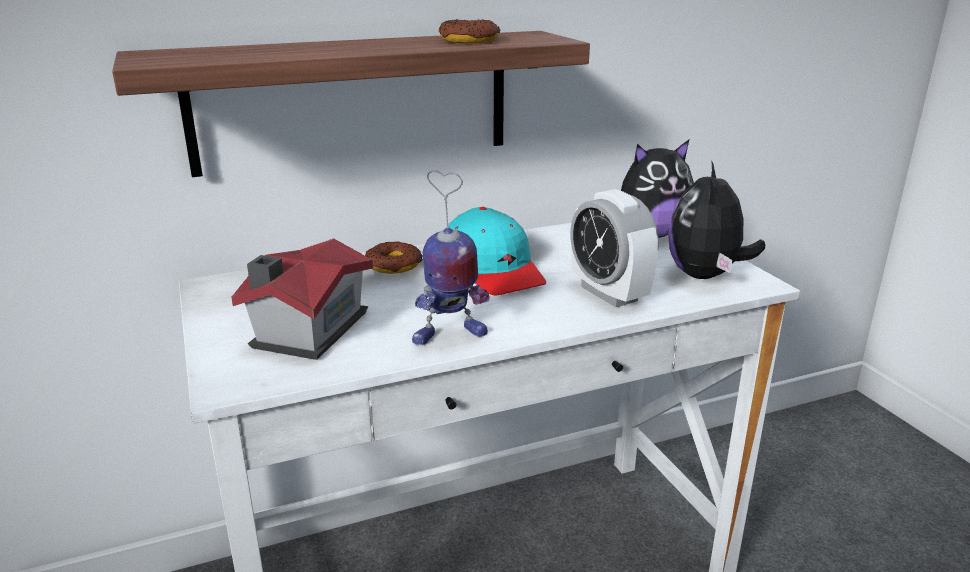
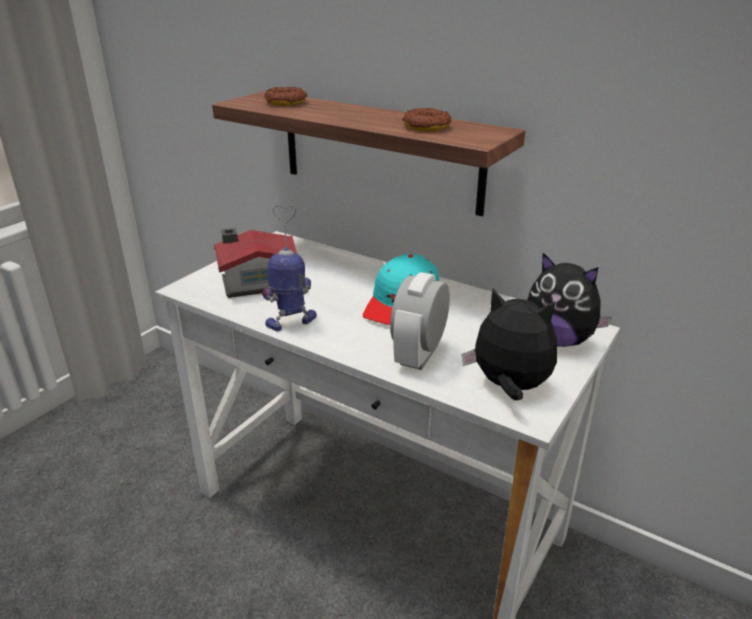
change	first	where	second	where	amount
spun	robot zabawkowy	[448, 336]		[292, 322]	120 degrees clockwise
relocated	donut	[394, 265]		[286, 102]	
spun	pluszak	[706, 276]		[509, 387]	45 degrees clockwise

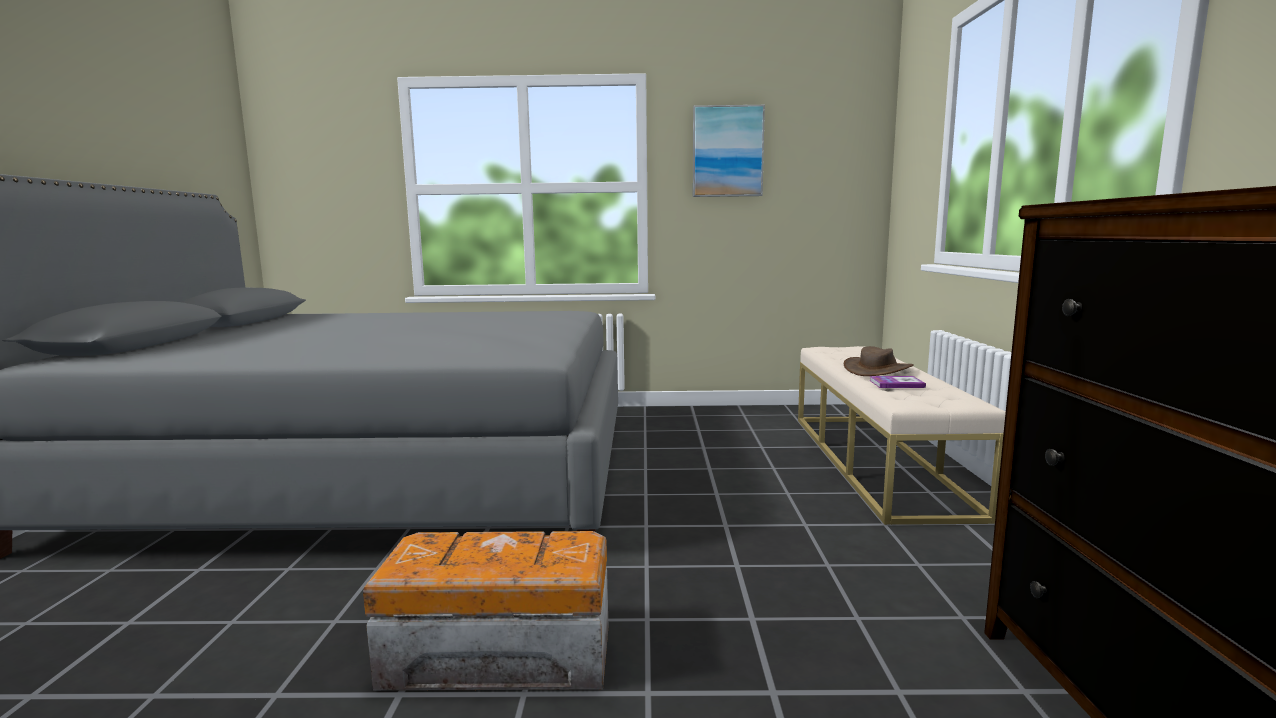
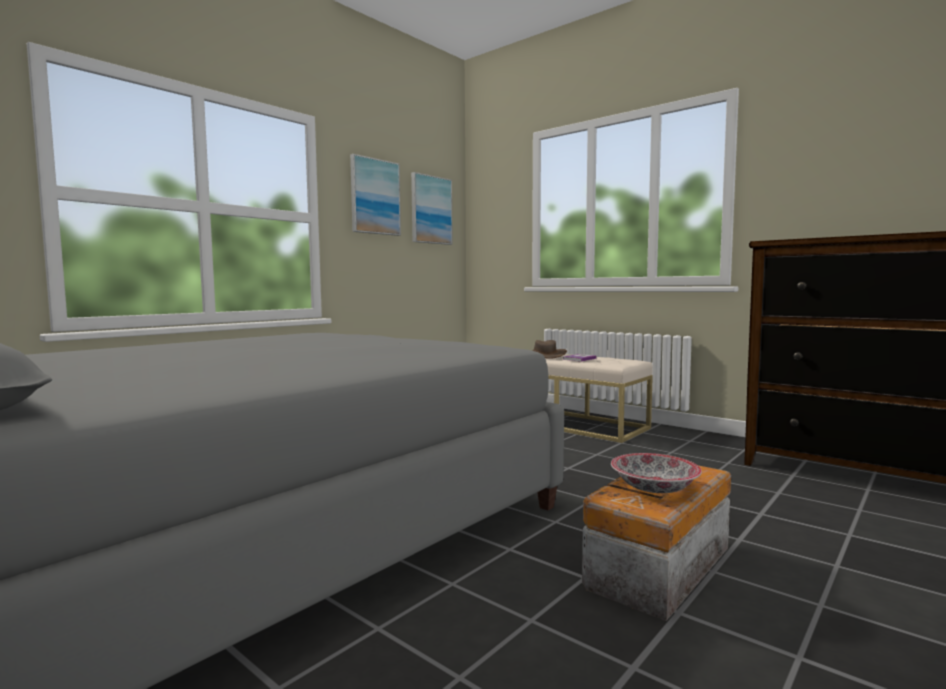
change	first	where	second	where	amount
appeared			obraz	[431, 210]	
appeared			miska	[654, 488]	

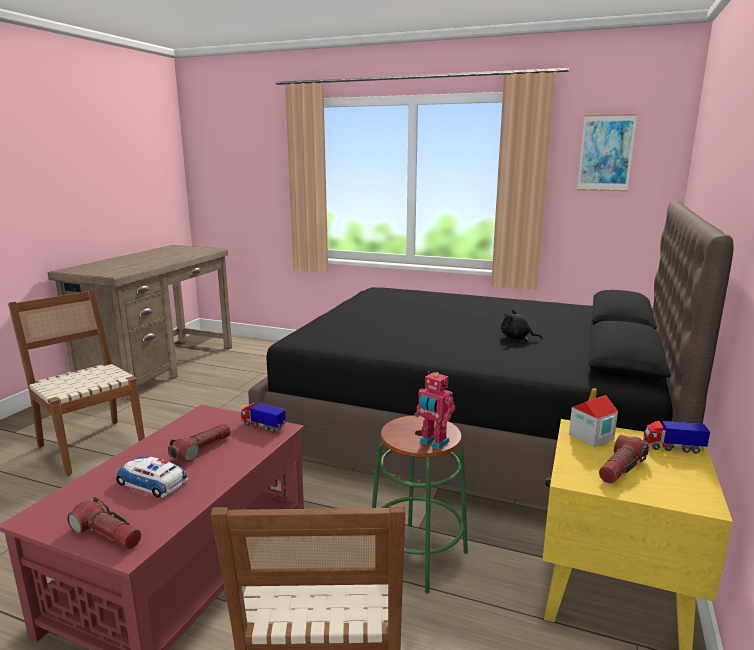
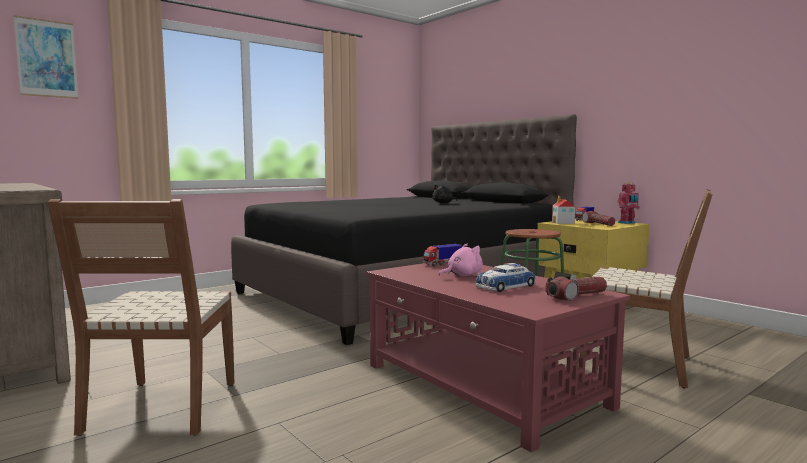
change	first	where	second	where	amount
relocated	obraz	[606, 153]		[47, 58]	
spun	krzesło	[91, 445]		[160, 411]	75 degrees counterclockwise
exchanged	latarka	[201, 449]	pluszak/różowy	[462, 275]	
relocated	robot zabawkowy	[433, 442]		[627, 223]	

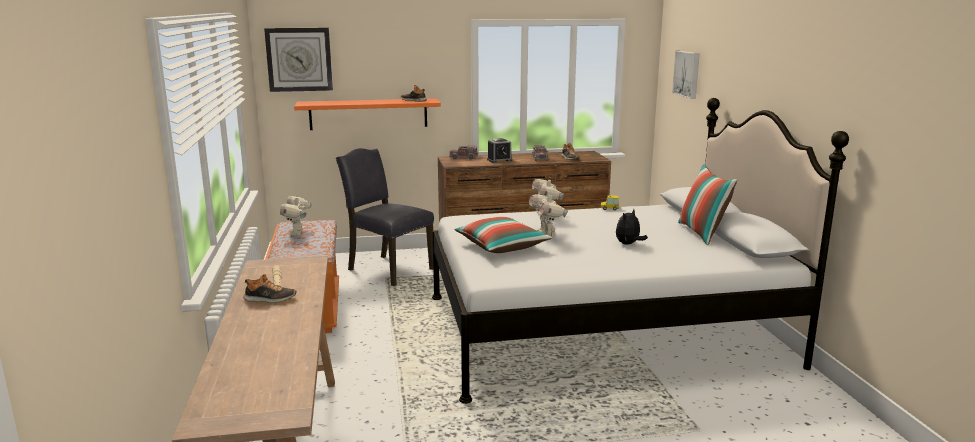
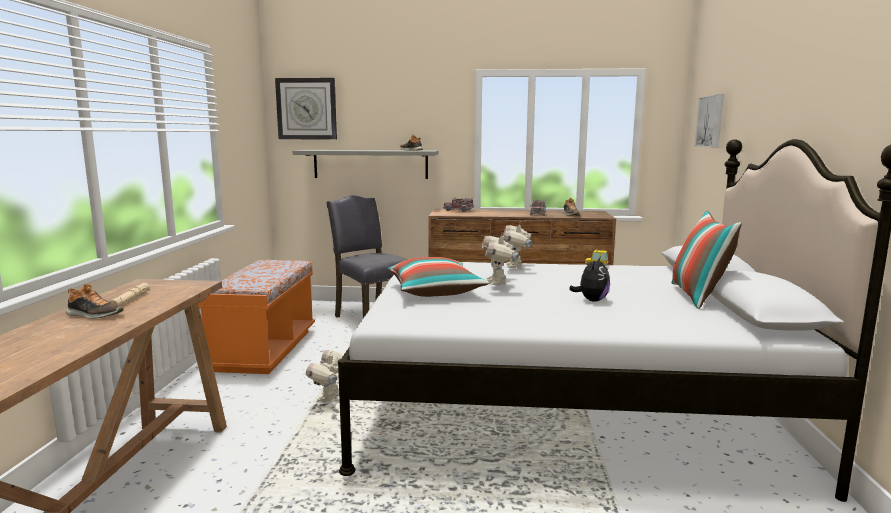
change	first	where	second	where	amount
colour	półka/pomarańczowy	[368, 114]	półka/szary	[370, 164]	
relocated	robot zabawkowy	[297, 233]		[330, 397]	
spun	pluszak	[628, 244]		[591, 300]	150 degrees clockwise
missing	budzik	[499, 160]			

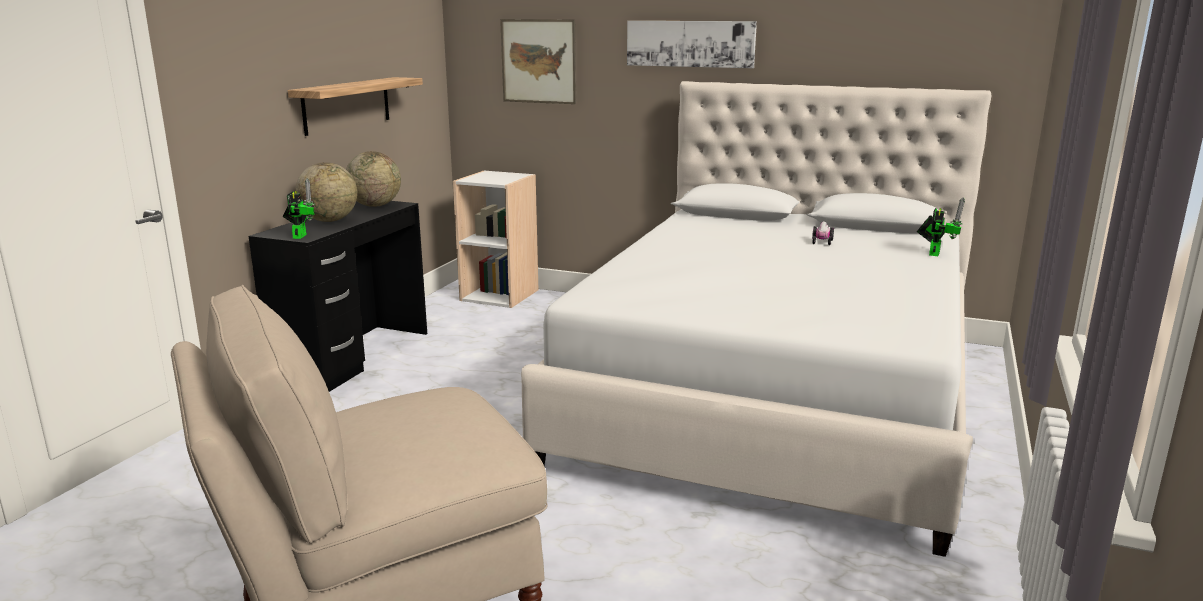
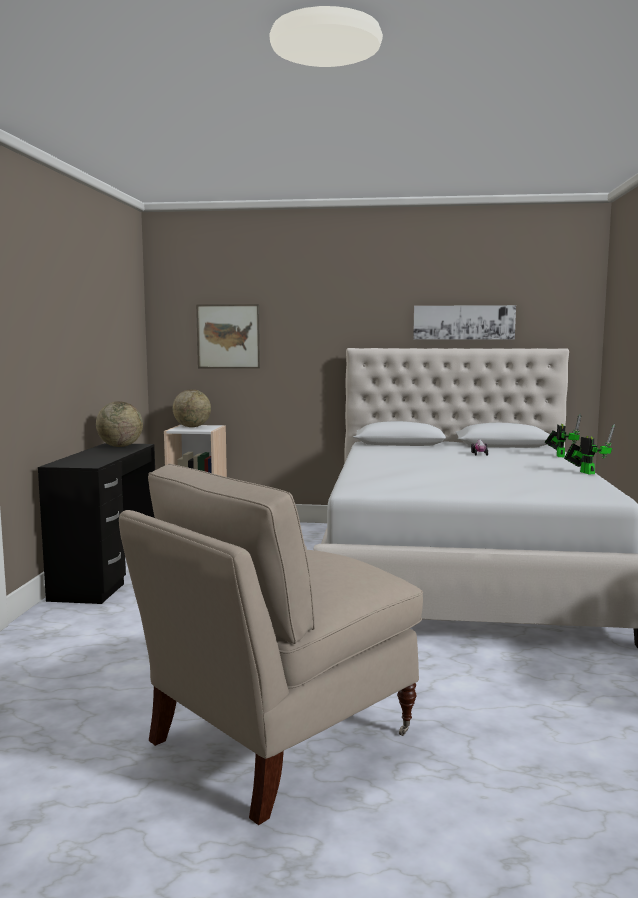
change	first	where	second	where	amount
relocated	globus	[329, 220]		[192, 427]	
relocated	obraz	[690, 43]		[463, 322]	
relocated	robot zabawkowy	[300, 235]		[585, 472]	
missing	półka	[347, 105]			

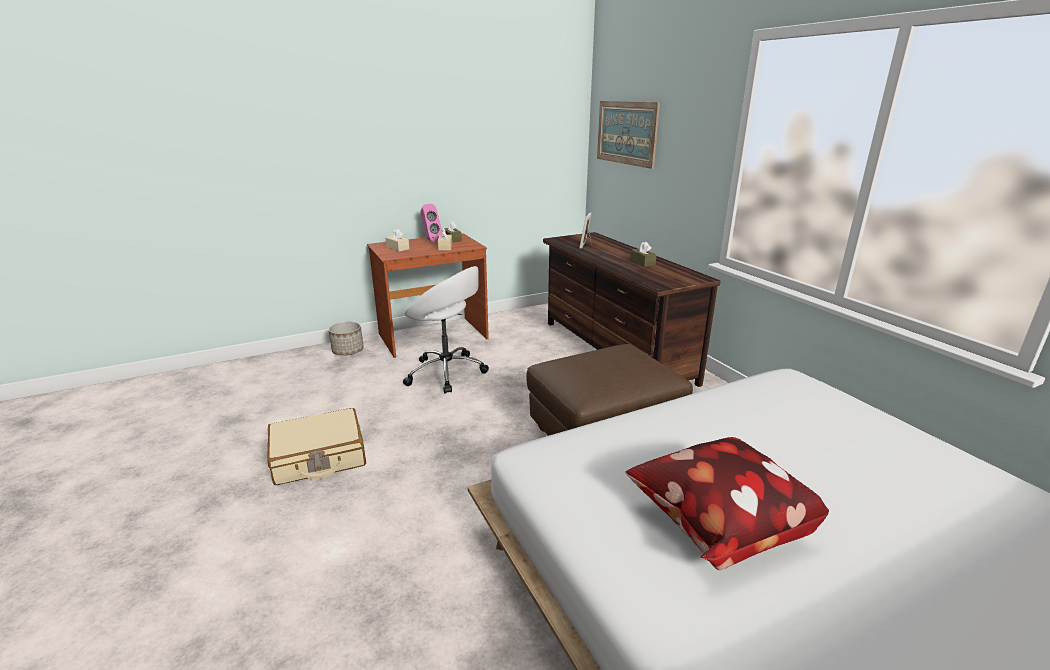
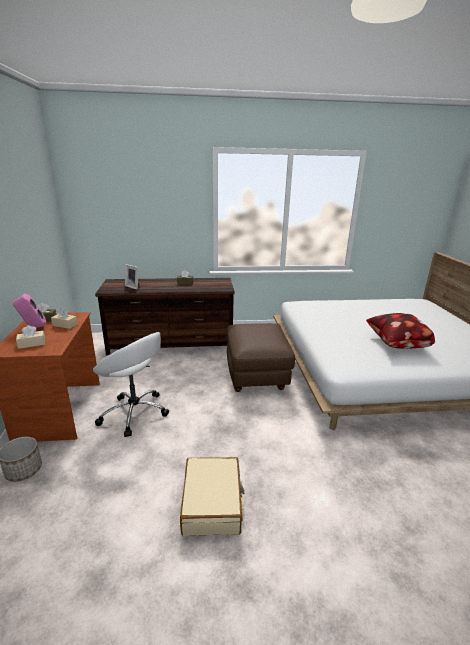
change	first	where	second	where	amount
spun	krzesło biurowe/biały	[447, 373]		[135, 414]	75 degrees clockwise
missing	obraz	[626, 133]			

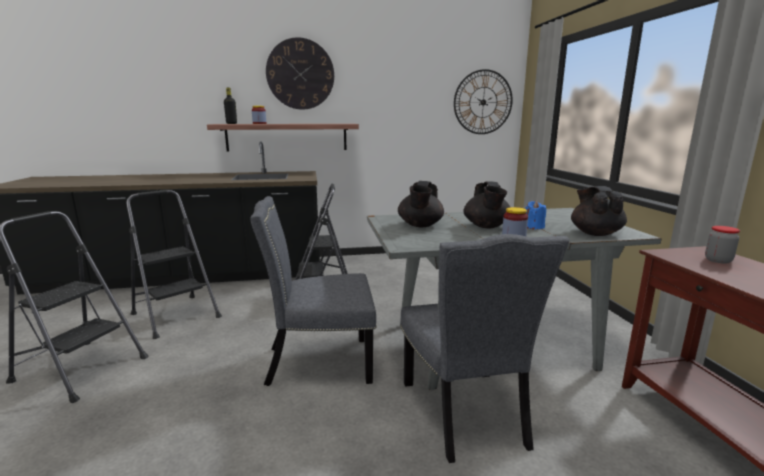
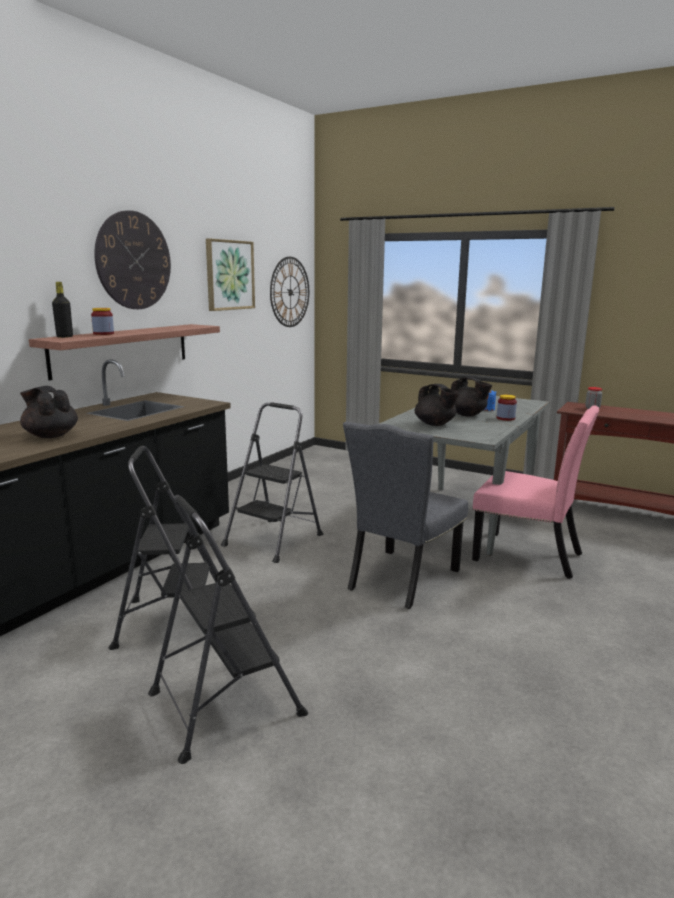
change	first	where	second	where	amount
relocated	imbryk/czarny	[595, 233]		[50, 435]	
appeared			obraz	[229, 275]	
colour	krzesło/szary	[464, 410]	krzesło/różowy	[525, 555]	

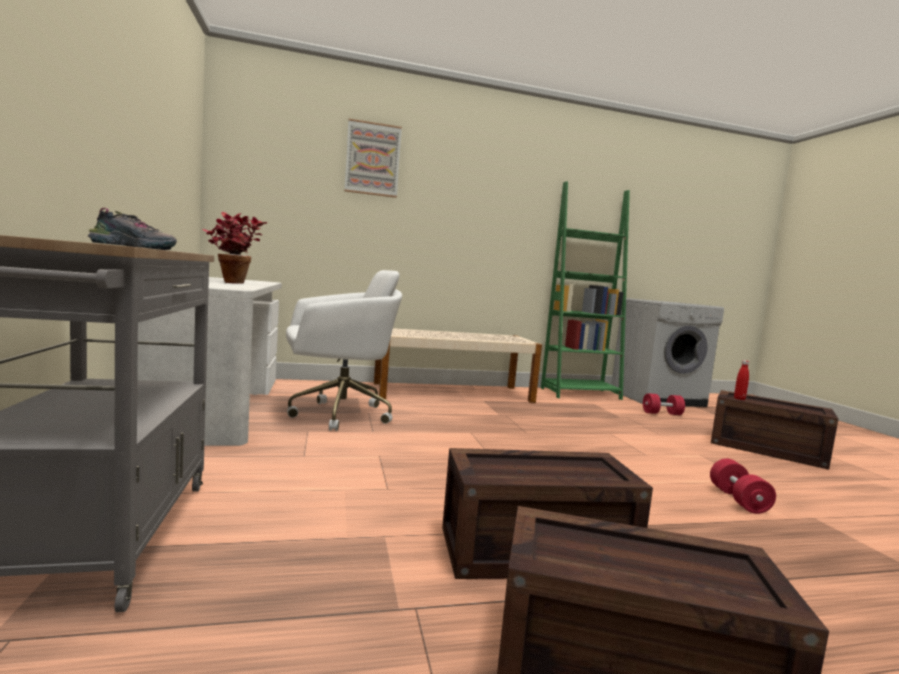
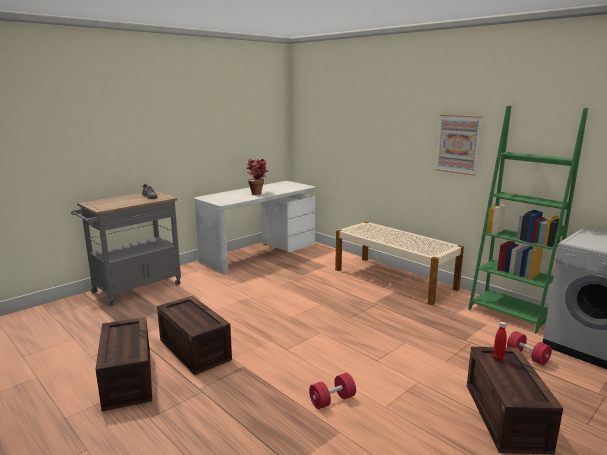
change	first	where	second	where	amount
relocated	obraz	[373, 159]		[458, 144]	
missing	krzesło biurowe/biały	[336, 415]			

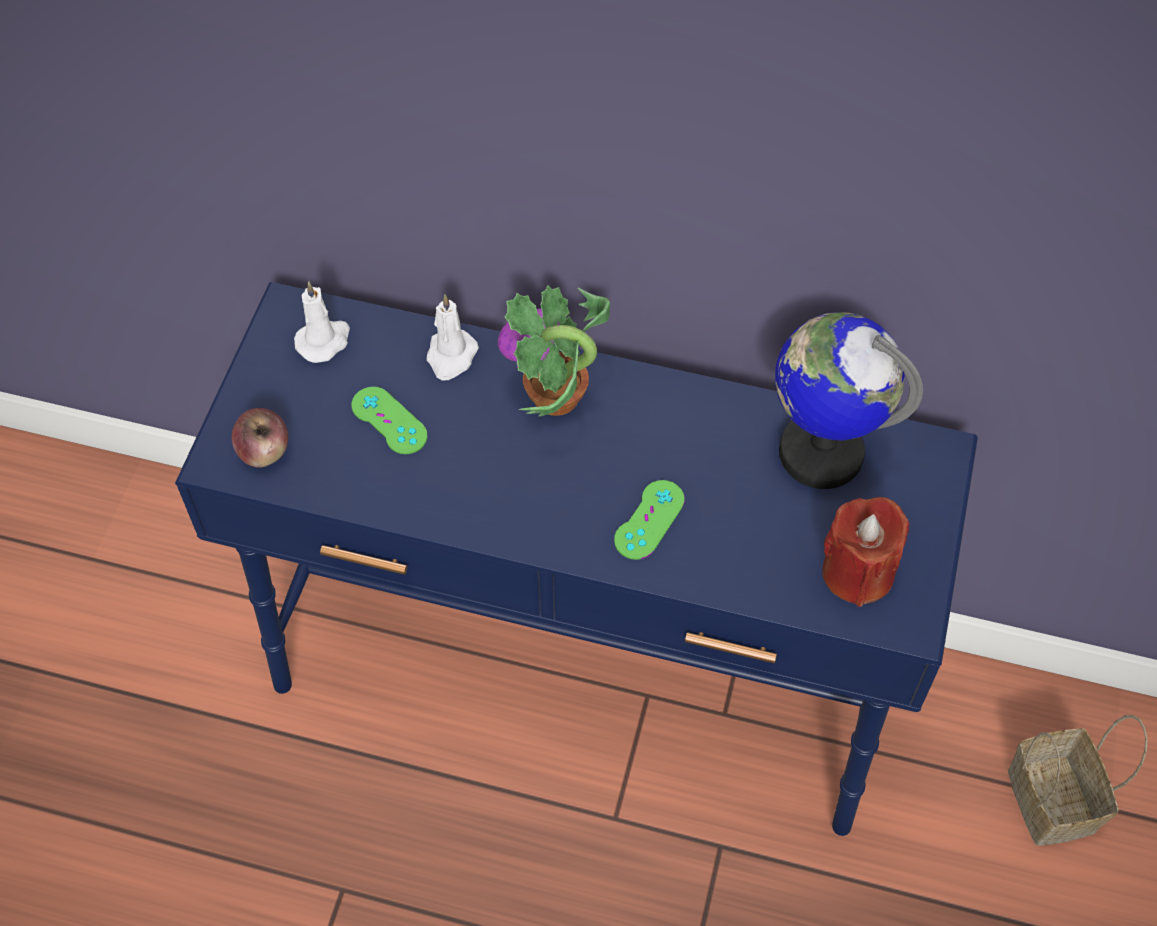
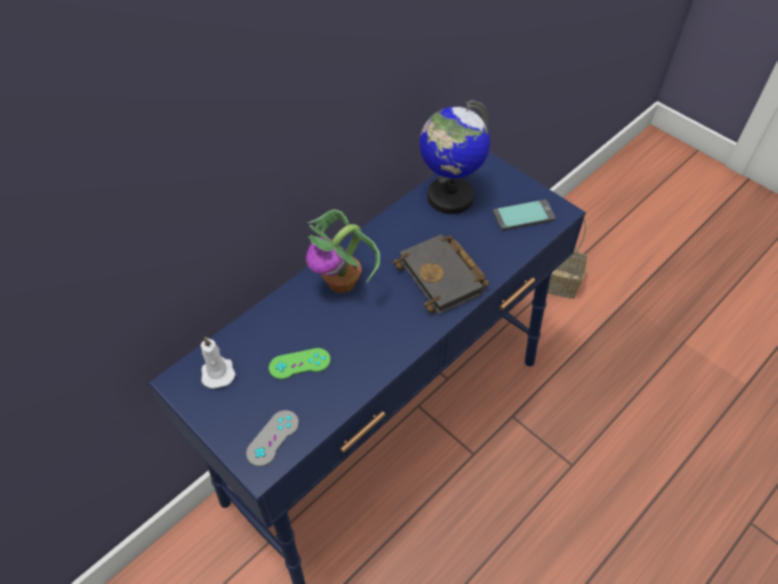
change	first	where	second	where	amount
exchanged	jabłko	[264, 451]	pad do gier/szary	[273, 438]	
exchanged	pad do gier/zielony	[649, 520]	książka/czarny	[444, 278]	
exchanged	świeca/czerwony	[857, 572]	telefon	[523, 216]	
missing	świeca/biały	[451, 357]			

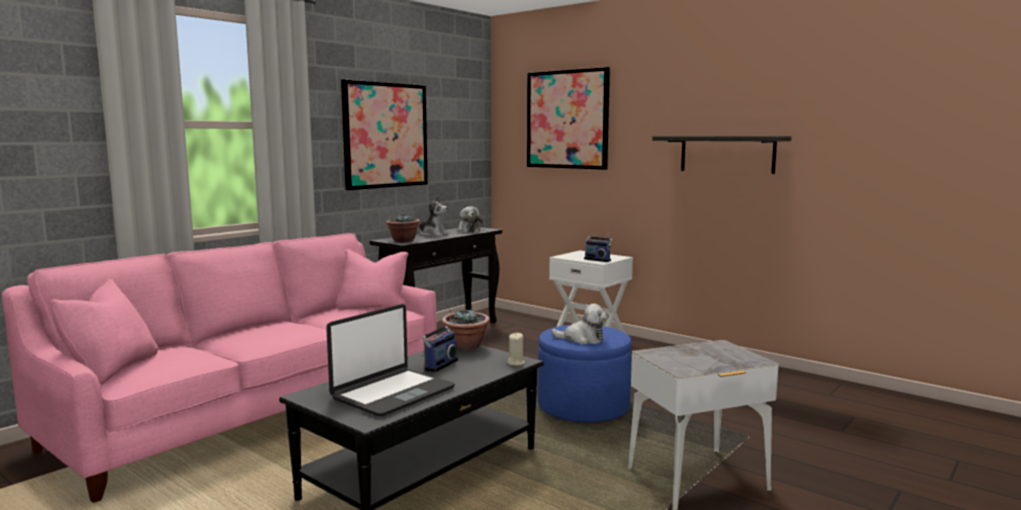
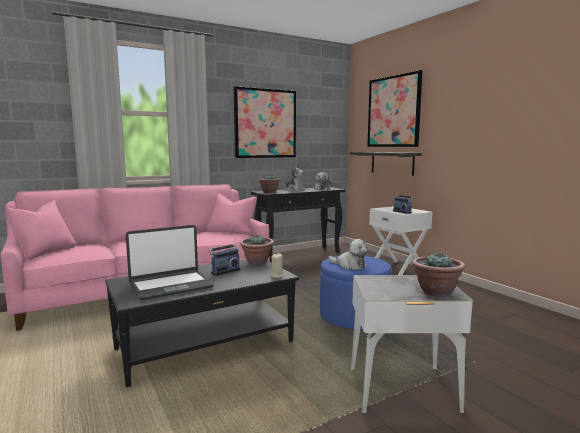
change	first	where	second	where	amount
relocated	półka	[727, 154]		[392, 163]	
appeared			roślina doniczkowa	[435, 292]	

